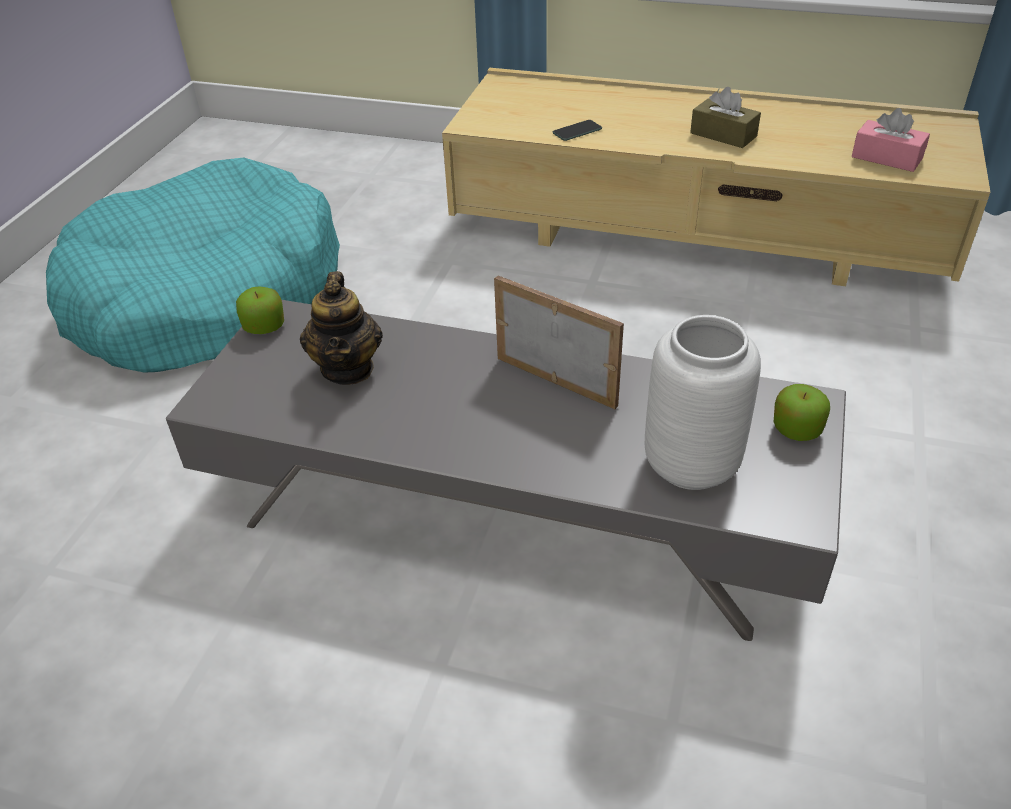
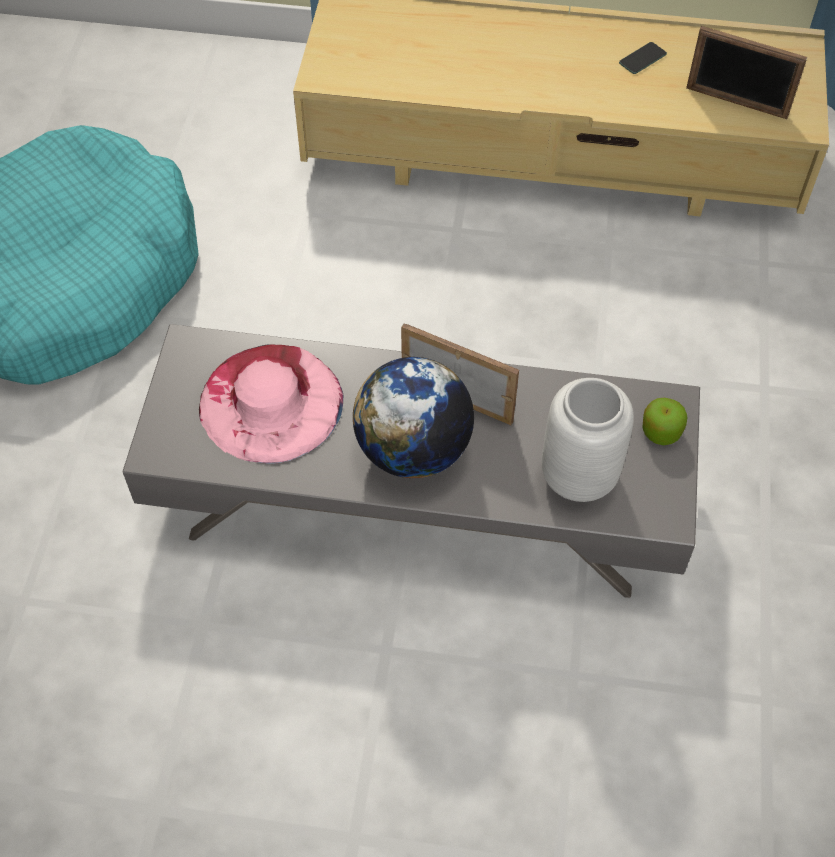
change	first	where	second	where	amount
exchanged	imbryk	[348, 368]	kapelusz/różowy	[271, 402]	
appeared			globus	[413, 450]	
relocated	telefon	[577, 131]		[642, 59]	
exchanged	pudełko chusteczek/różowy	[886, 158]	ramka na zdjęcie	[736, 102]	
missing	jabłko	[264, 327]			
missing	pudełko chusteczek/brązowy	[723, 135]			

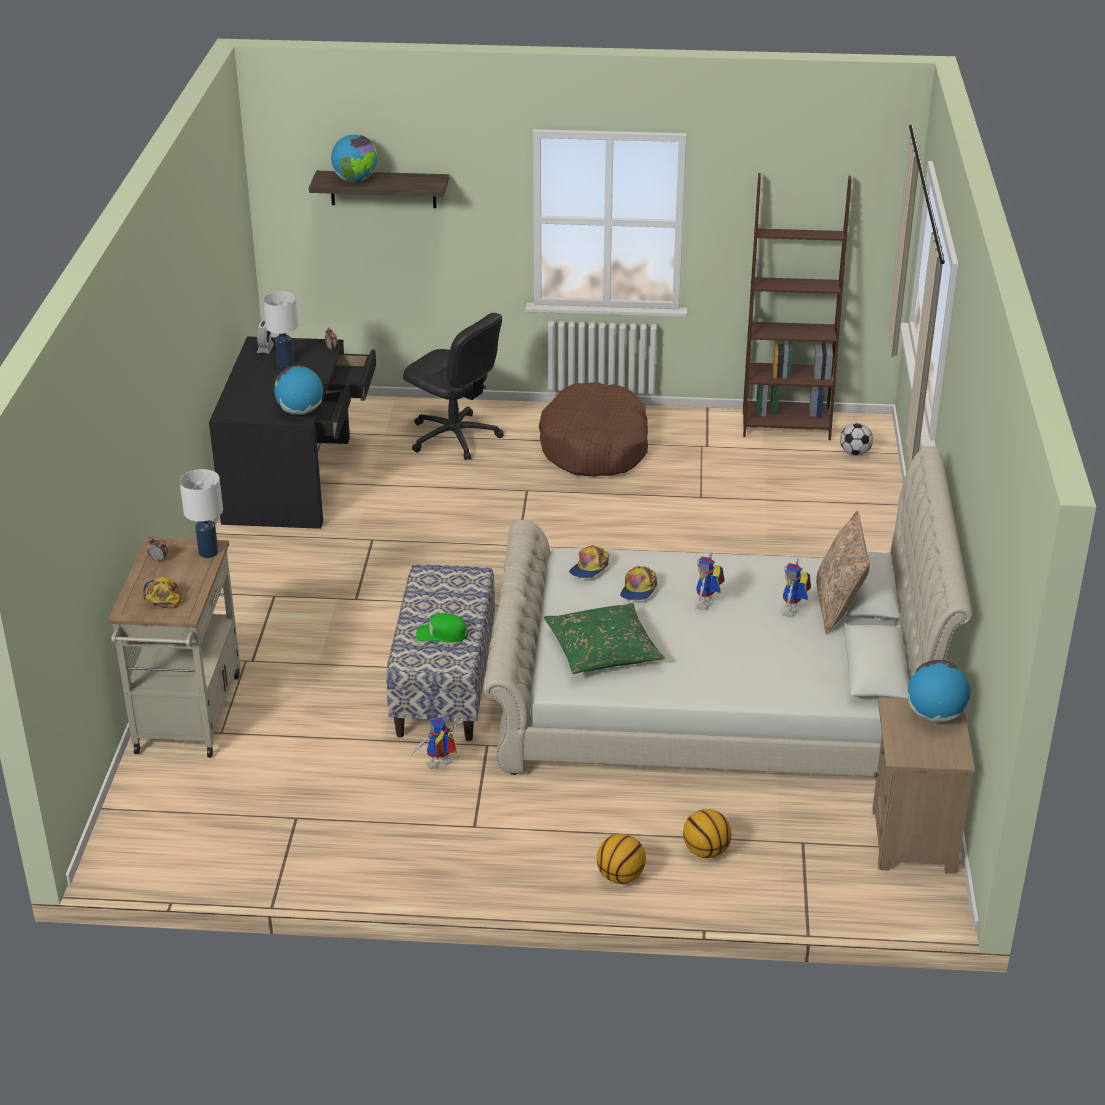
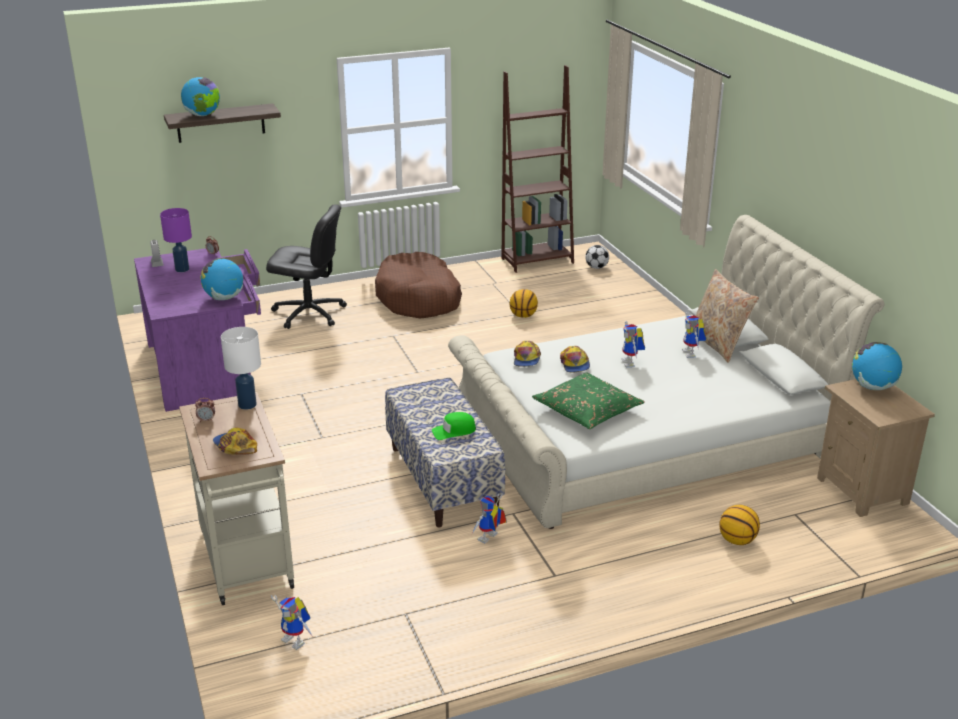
change	first	where	second	where	amount
colour	biurko/czarny	[298, 479]	biurko/fioletowy	[207, 366]	
colour	lampa stołowa/biały	[285, 363]	lampa stołowa/fioletowy	[182, 269]	
appeared			robot zabawkowy	[297, 640]	
relocated	piłka do koszykówki	[620, 876]		[523, 316]	

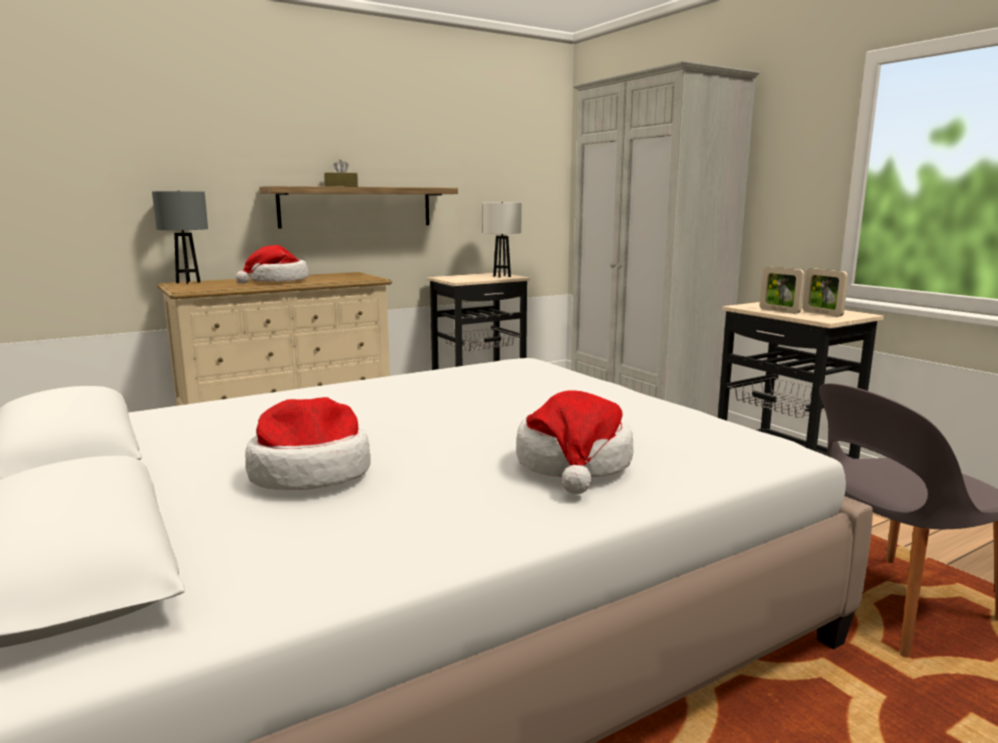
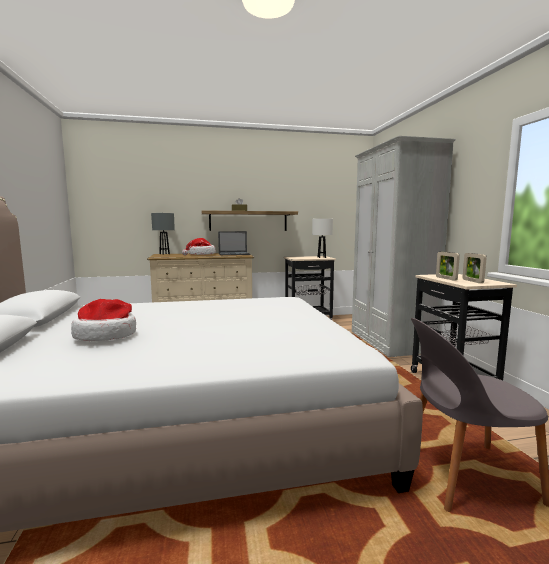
change	first	where	second	where	amount
appeared			laptop	[234, 254]	
missing	kapelusz	[574, 464]			

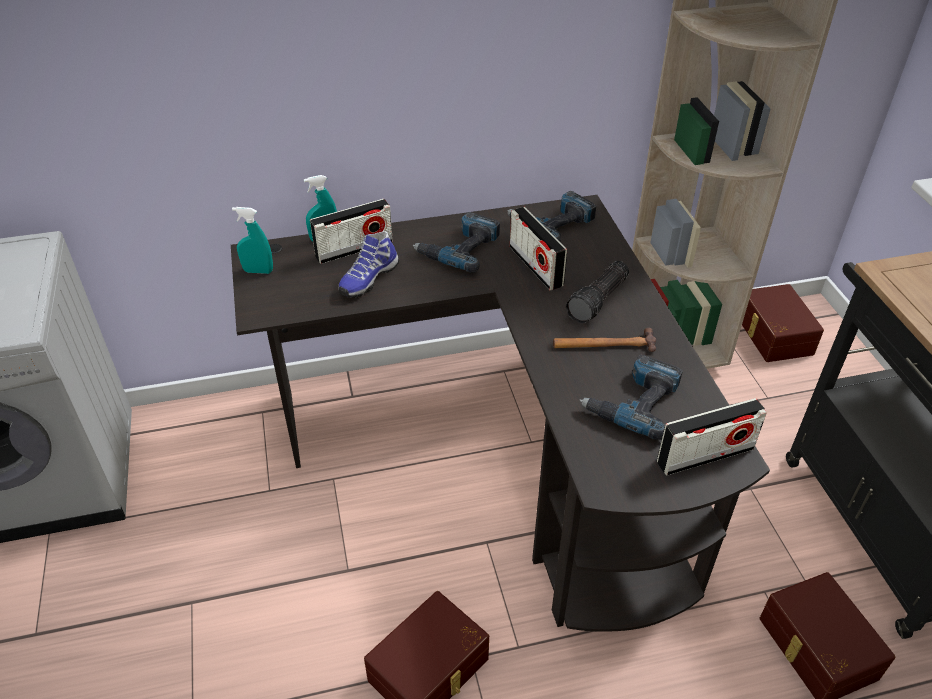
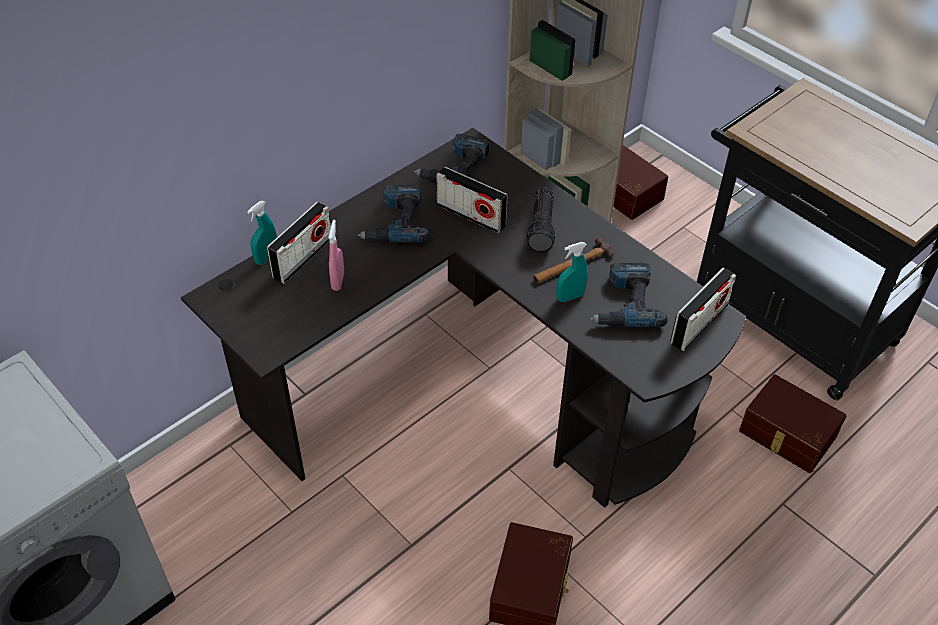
change	first	where	second	where	amount
exchanged	but	[368, 278]	spryskiwacz/różowy	[338, 281]	
relocated	spryskiwacz/turkusowy	[258, 271]		[570, 297]	

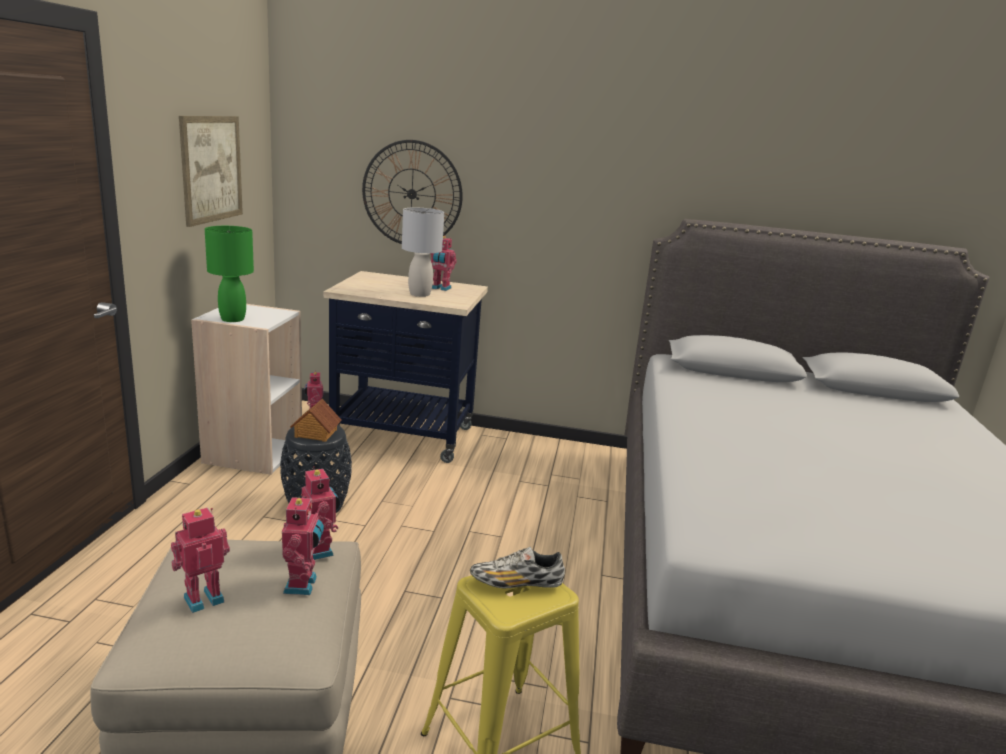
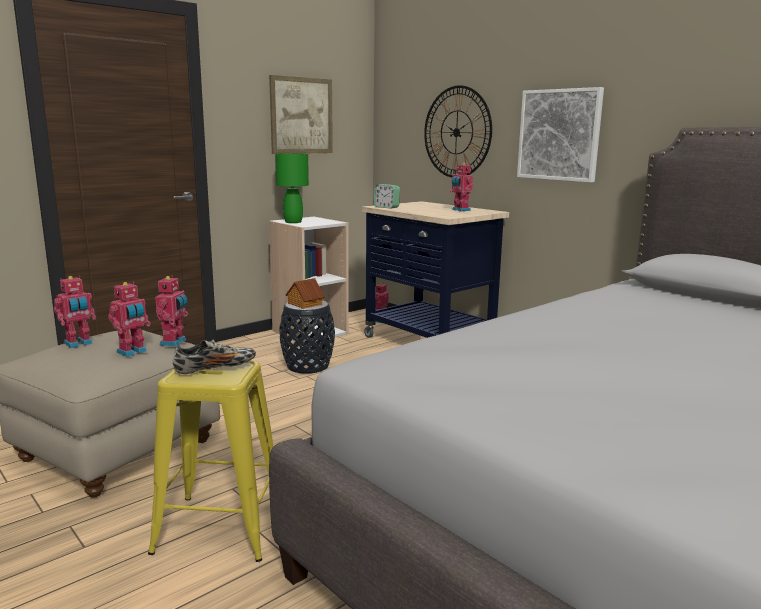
change	first	where	second	where	amount
spun	robot zabawkowy	[203, 598]		[79, 344]	135 degrees clockwise
spun	but	[516, 584]		[215, 369]	120 degrees clockwise
appeared			budzik	[386, 207]	
appeared			obraz	[559, 135]	
missing	lampa stołowa/szary	[419, 294]			

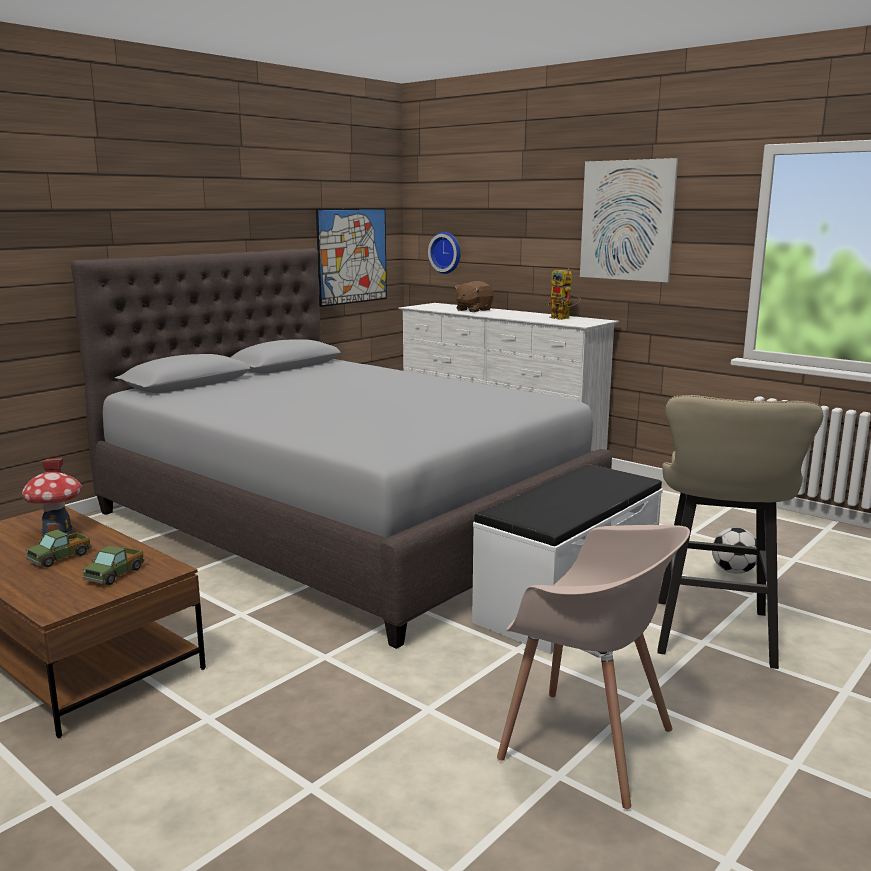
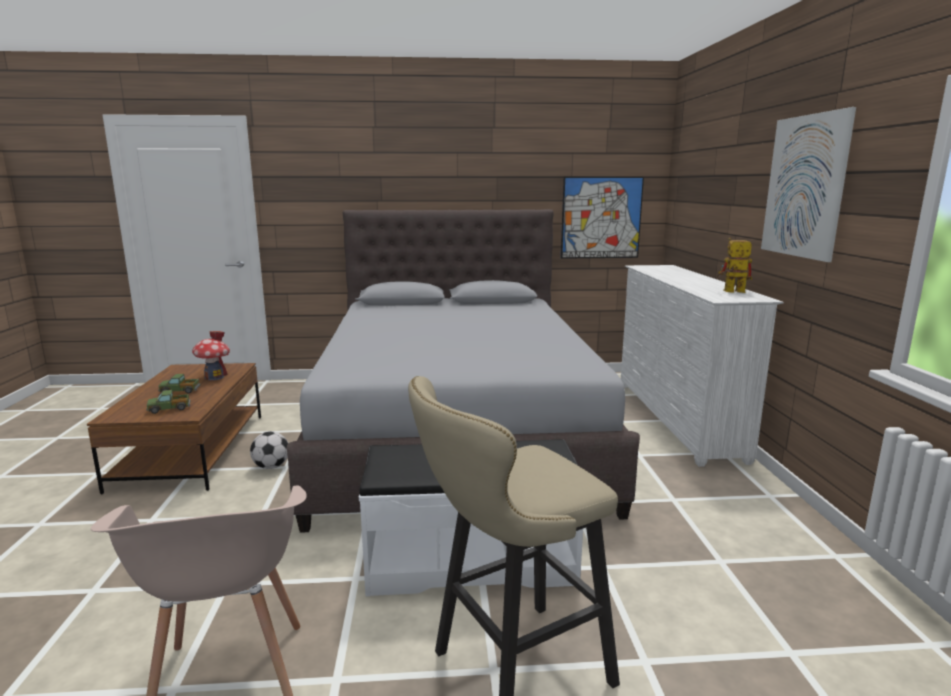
change	first	where	second	where	amount
relocated	piłka futbolowa	[733, 571]		[271, 467]	
spun	robot zabawkowy	[564, 318]		[729, 291]	90 degrees clockwise
missing	zegar ścienny	[446, 252]			
missing	pluszak/brązowy	[473, 310]			

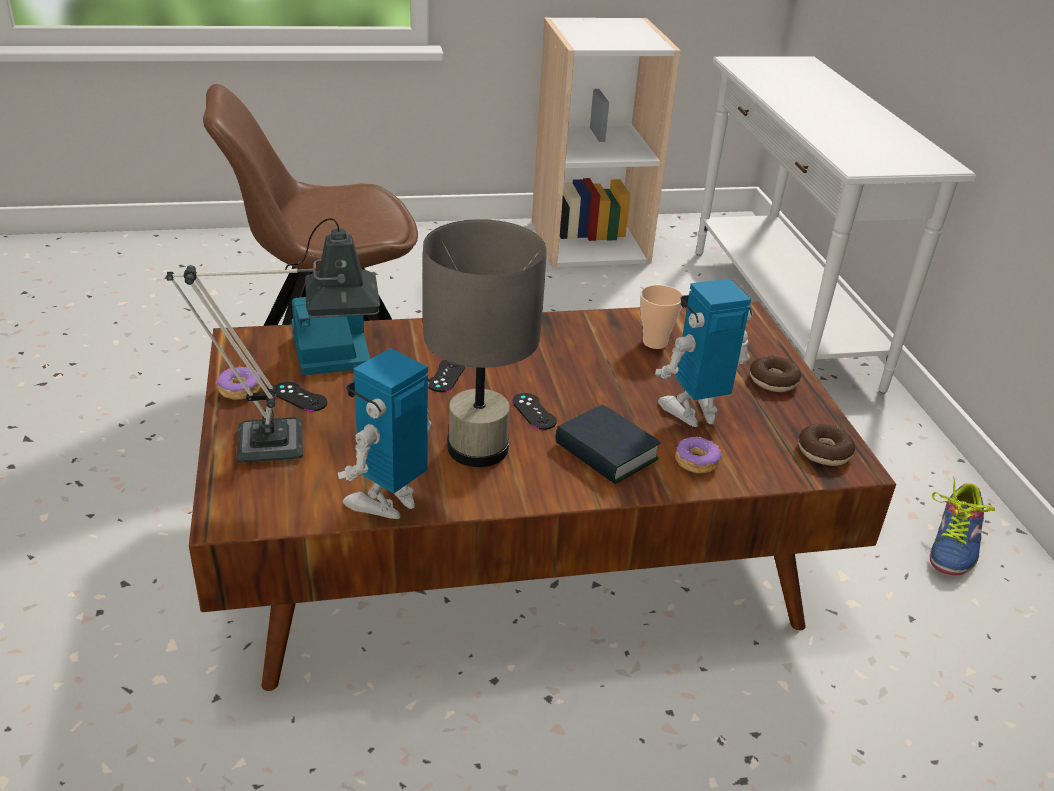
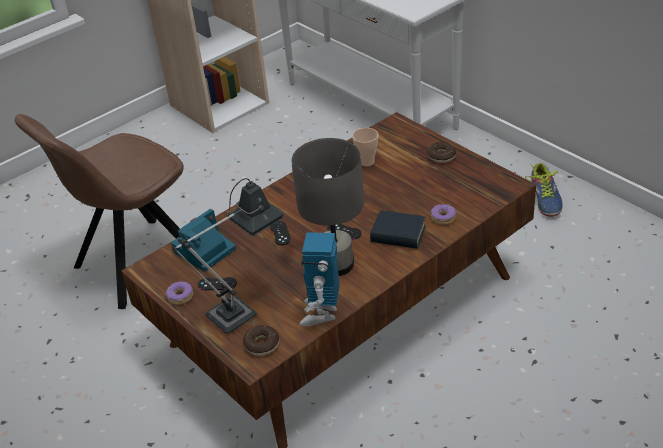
change	first	where	second	where	amount
relocated	donut	[824, 452]		[262, 344]	
missing	robot zabawkowy	[694, 413]			

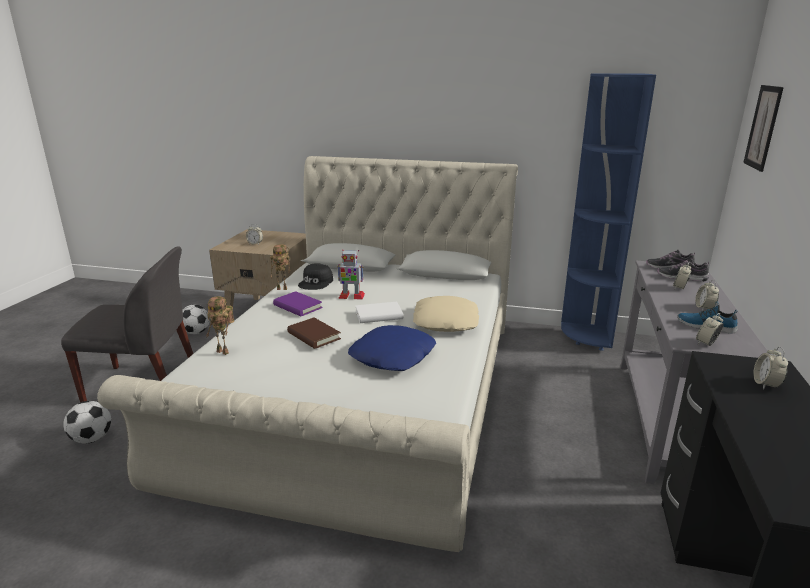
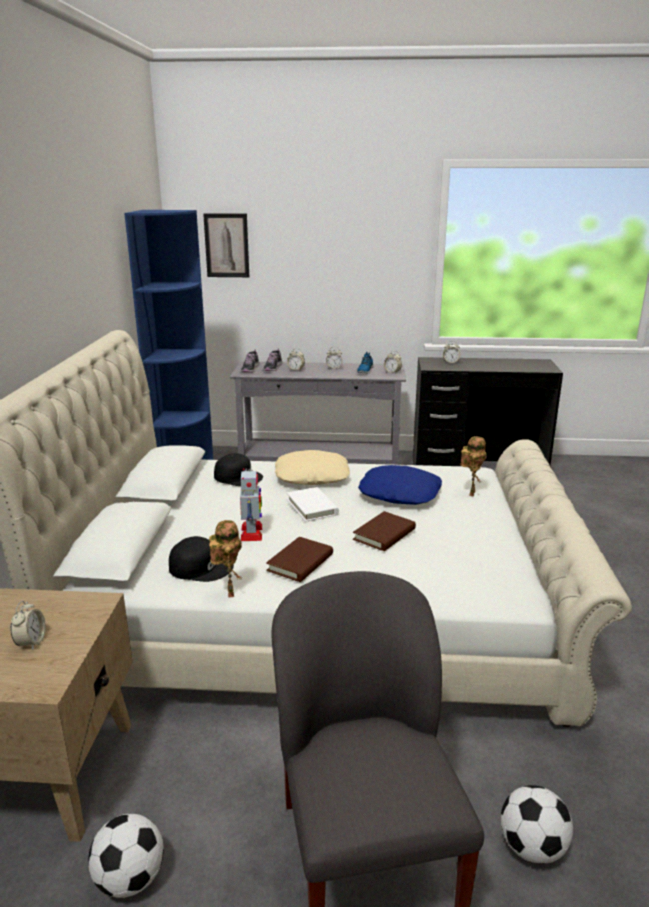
change	first	where	second	where	amount
appeared			czapka z daszkiem/czarny	[238, 477]	
colour	książka/fioletowy	[297, 306]	książka/brązowy	[300, 562]	
relocated	robot zabawkowy	[224, 352]		[470, 492]	

